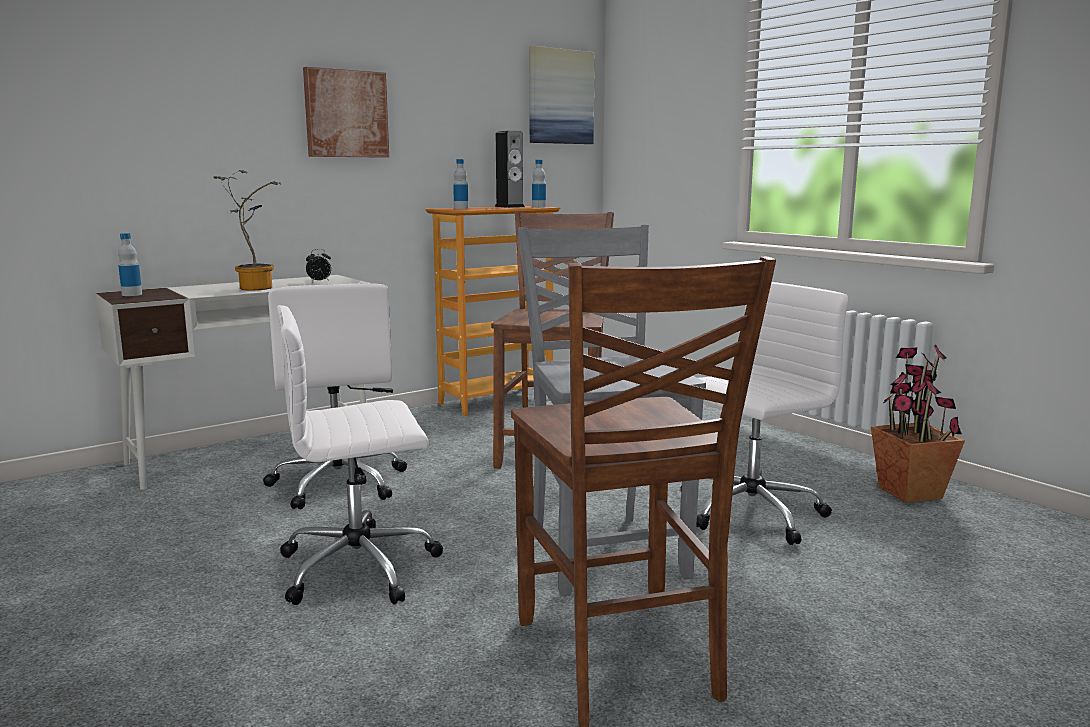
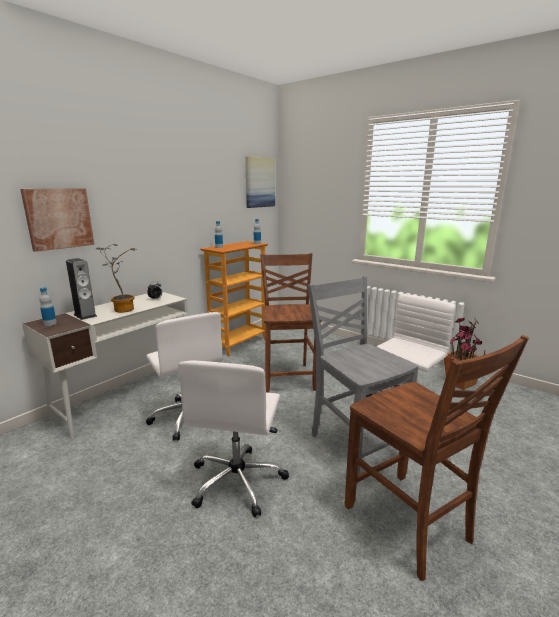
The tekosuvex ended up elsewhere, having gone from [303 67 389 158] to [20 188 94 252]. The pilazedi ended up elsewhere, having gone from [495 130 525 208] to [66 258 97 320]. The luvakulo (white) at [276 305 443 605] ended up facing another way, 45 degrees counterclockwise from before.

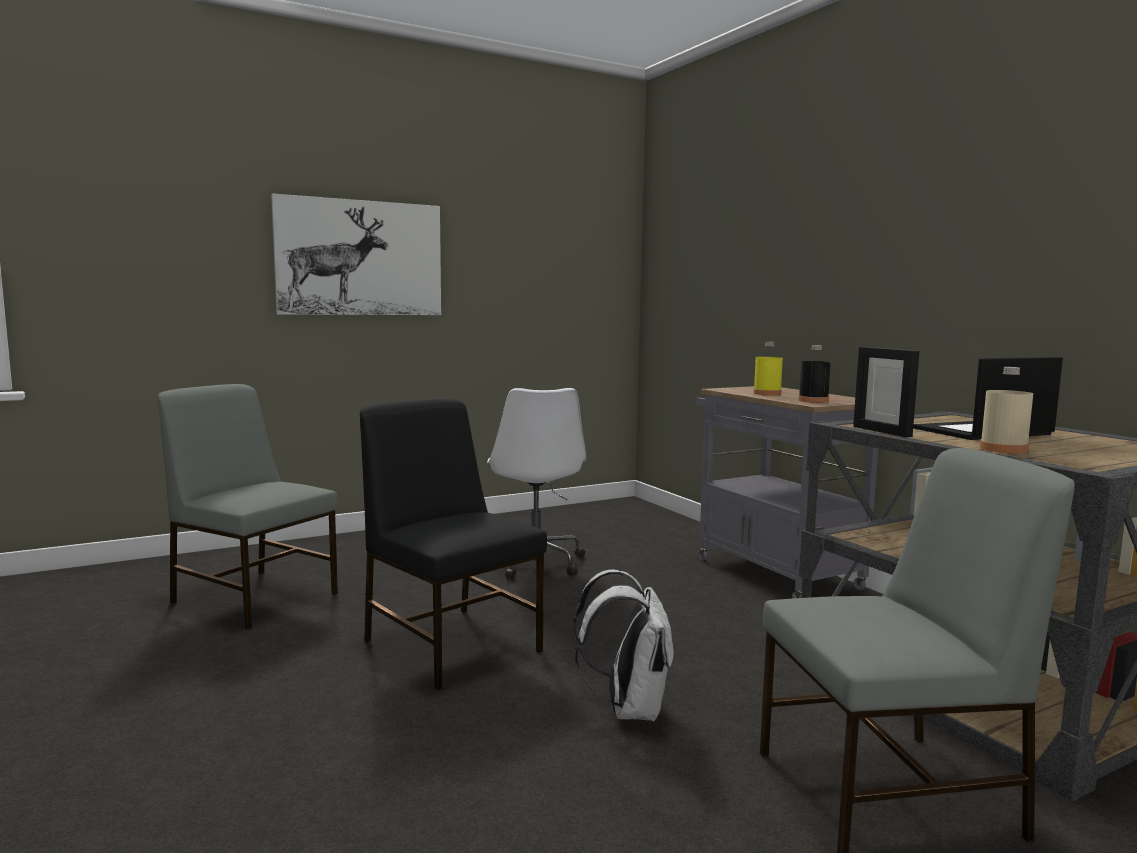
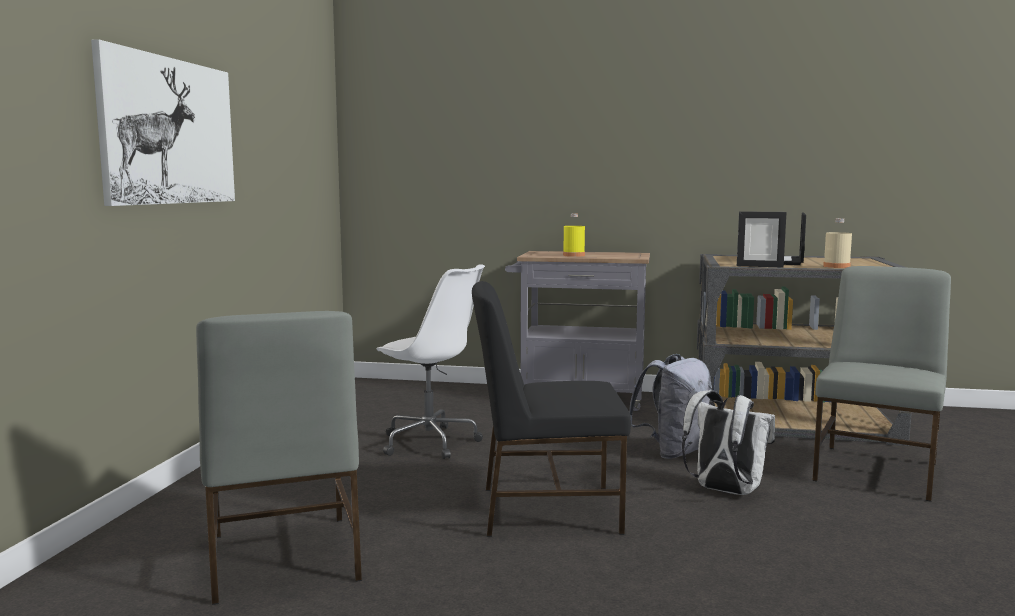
The second view lost the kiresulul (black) at [798 345 831 403]. The second view gained the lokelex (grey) at [629 354 712 459]. The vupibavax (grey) at [158 384 338 630] ended up facing another way, 90 degrees counterclockwise from before.

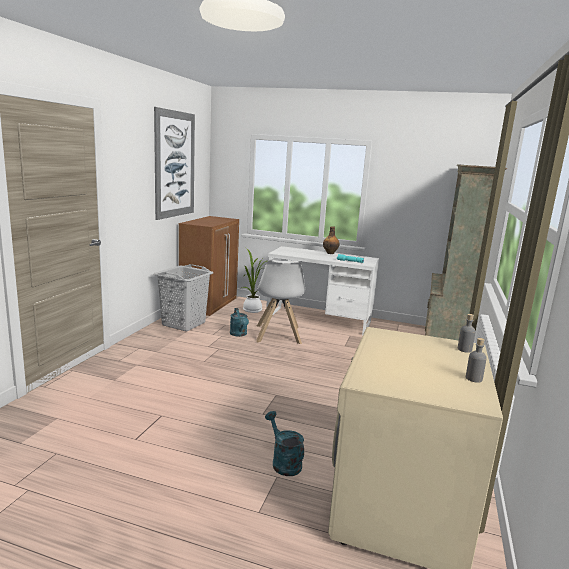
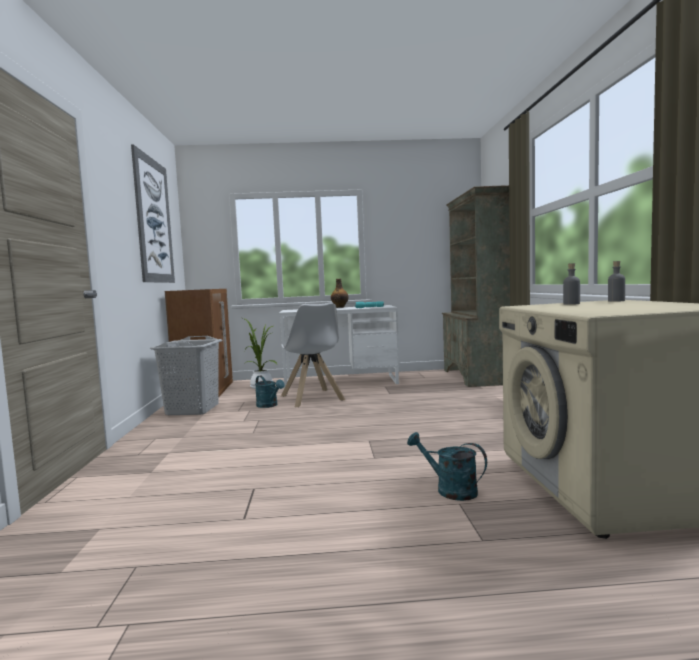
The kiresulul (grey) ended up elsewhere, having gone from [466 338 487 383] to [563 263 580 305].

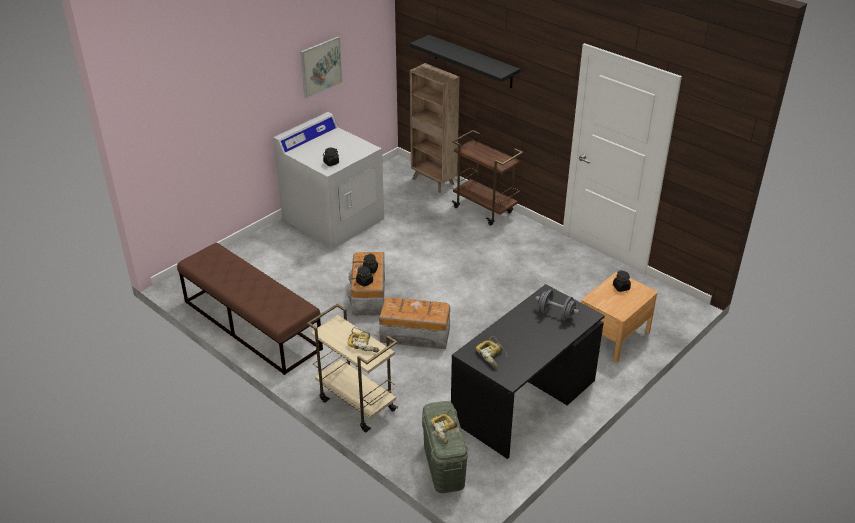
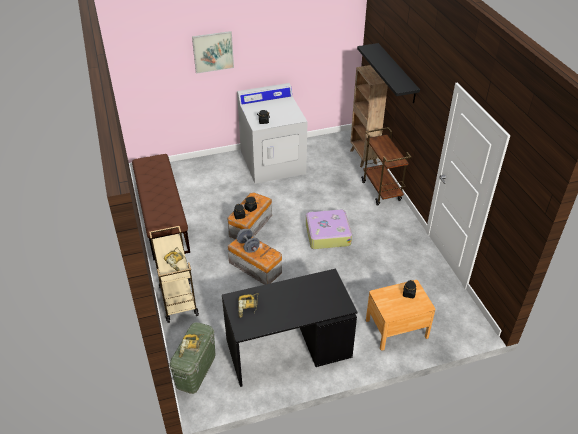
The second view gained the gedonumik at [306 209 352 249]. The tekosuvex ended up elsewhere, having gone from [300 36 343 98] to [192 31 234 74]. The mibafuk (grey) ended up elsewhere, having gone from [536 290 579 321] to [237 229 260 253].

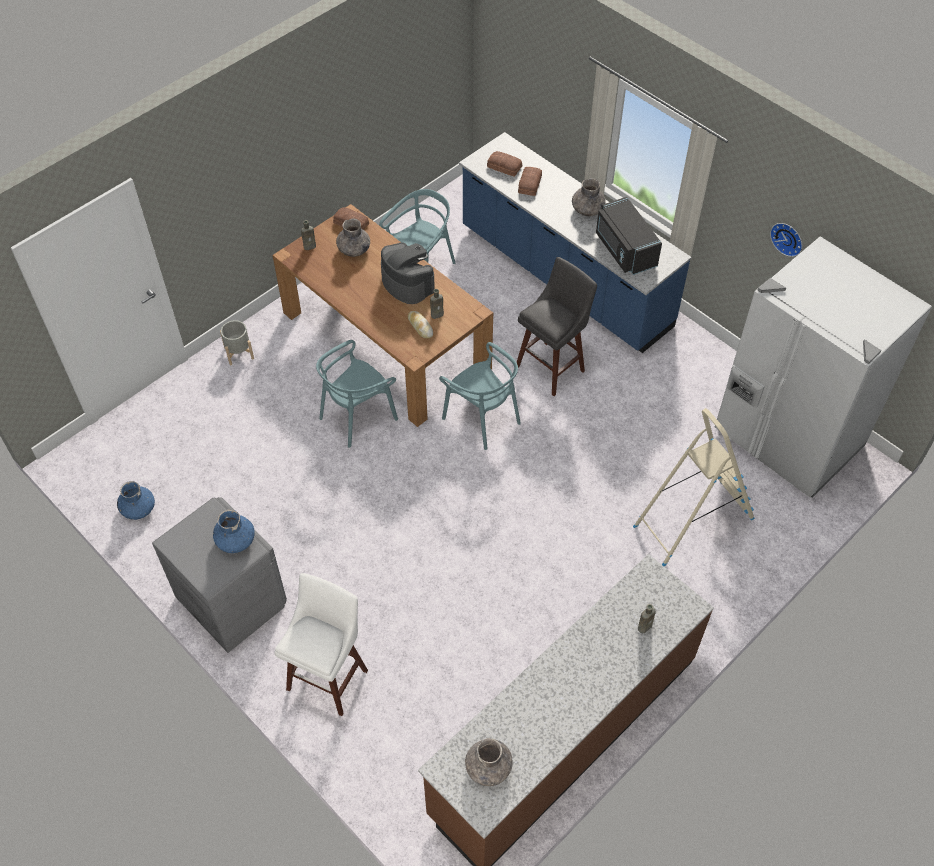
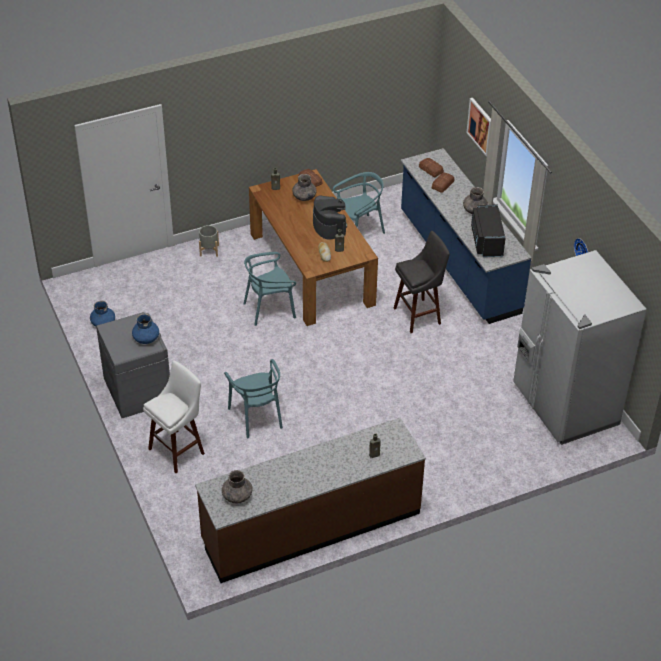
The second view lost the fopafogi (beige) at [633 408 754 566]. The second view gained the tekosuvex at [467 98 491 157]. The vupibavax (turquoise) ended up elsewhere, having gone from [439 342 521 450] to [224 359 283 438].

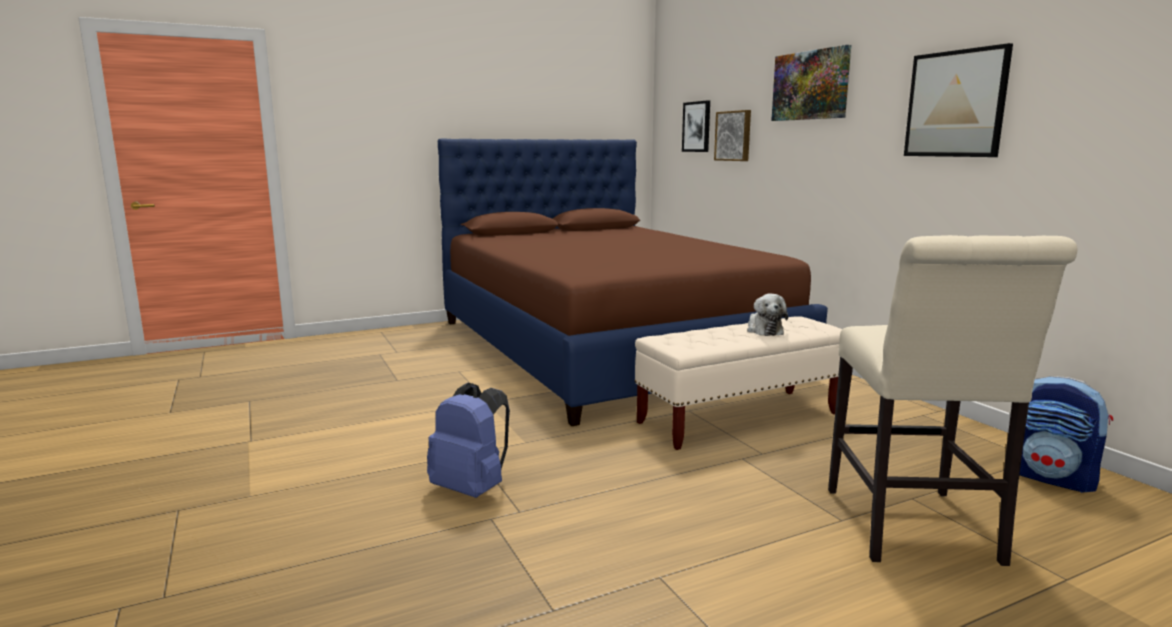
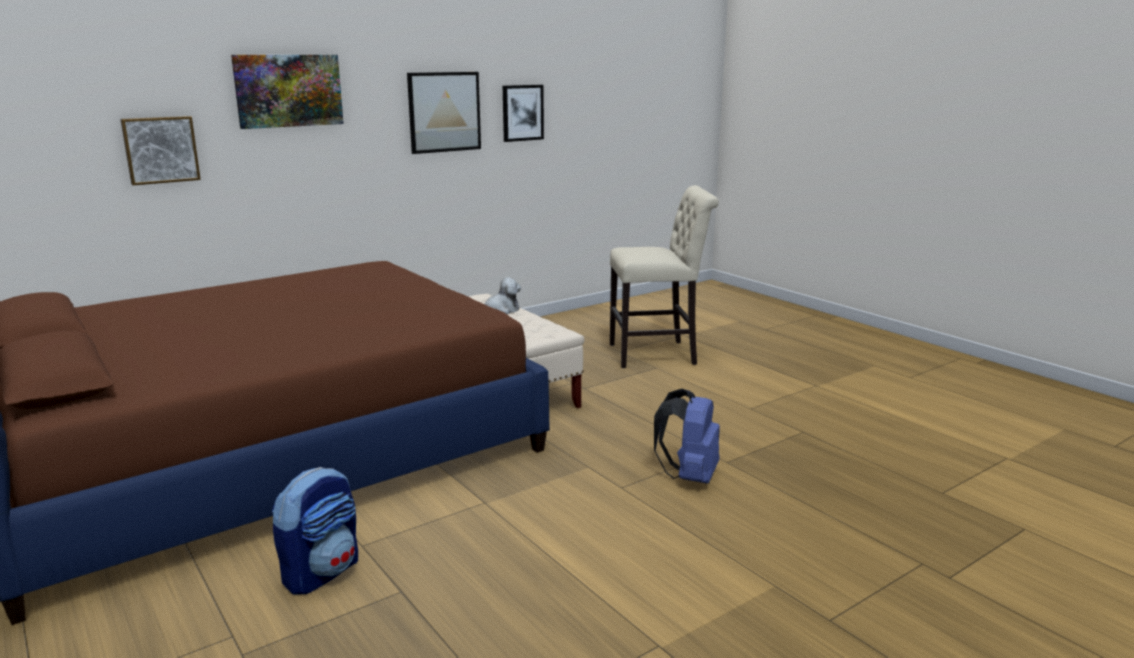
The tekosuvex ended up elsewhere, having gone from [682 100 710 152] to [503 85 544 142]. The lokelex ended up elsewhere, having gone from [1019 376 1113 493] to [272 467 358 595].

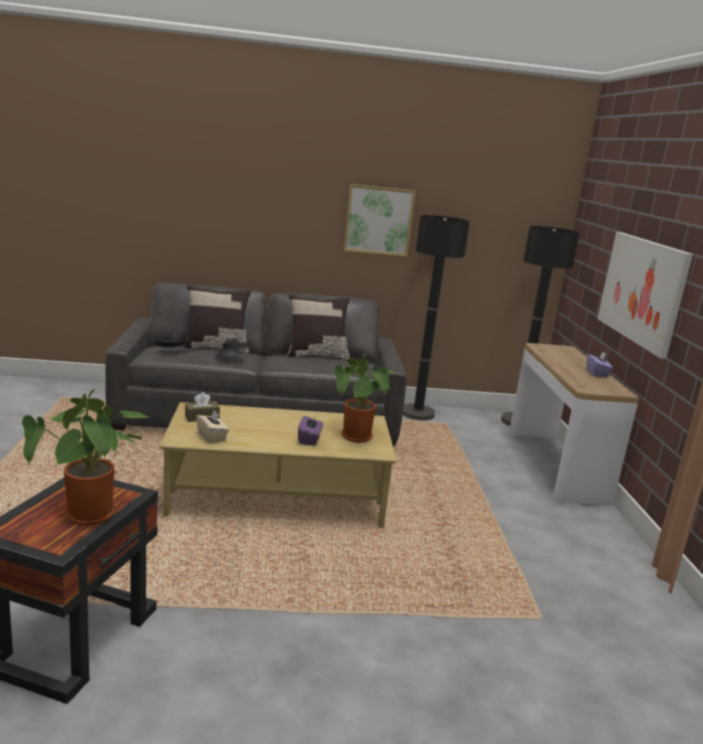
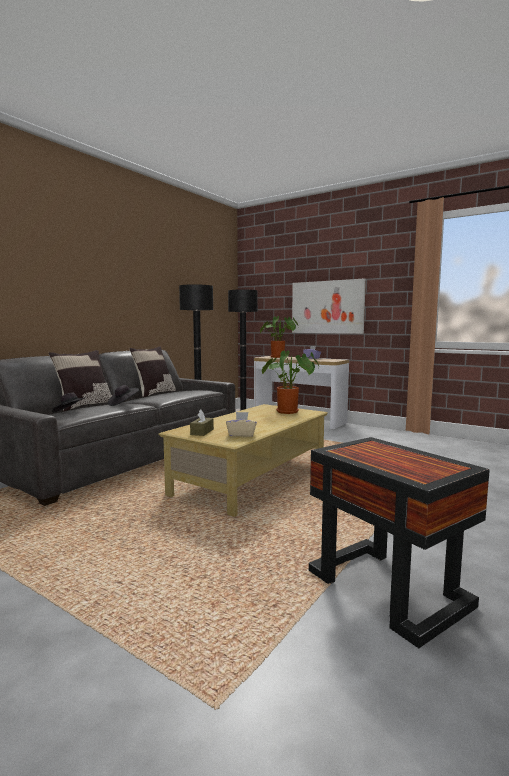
The second view lost the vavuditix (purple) at [298 414 323 446]. The second view lost the tekosuvex at [344 184 416 257]. The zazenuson ended up elsewhere, having gone from [22 389 148 526] to [260 316 298 358].

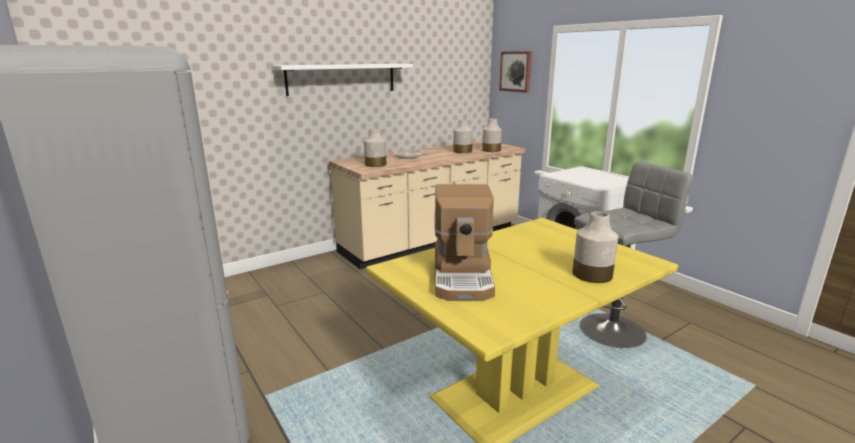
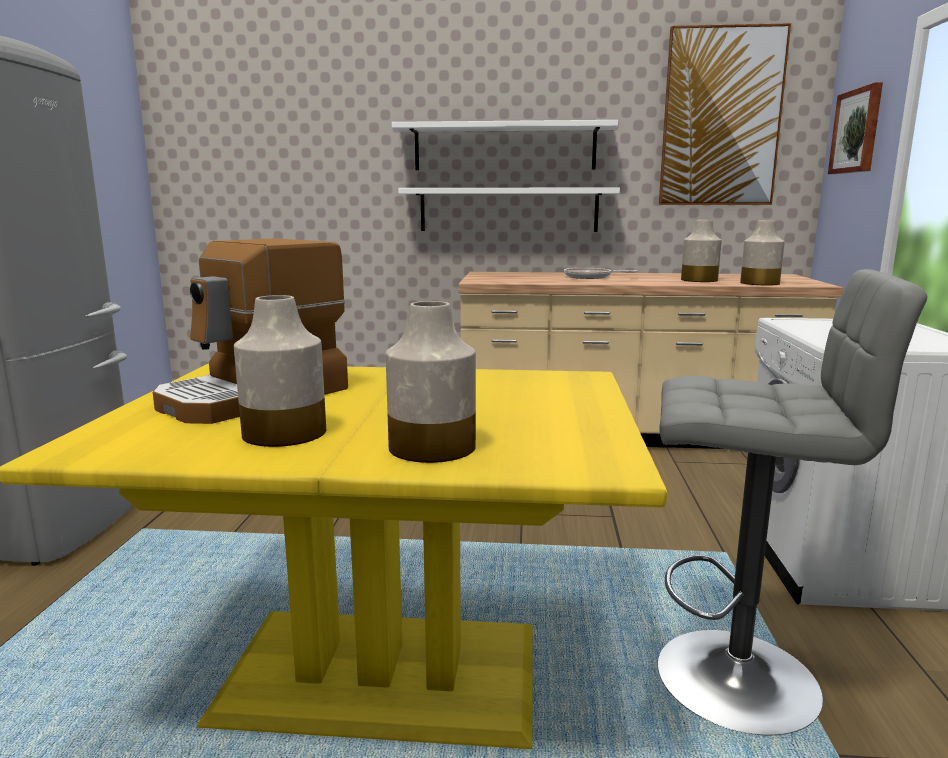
The second view gained the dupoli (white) at [398 187 620 232]. The second view gained the tekosuvex at [659 23 791 205]. The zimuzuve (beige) ended up elsewhere, having gone from [364 128 387 167] to [234 295 326 447].

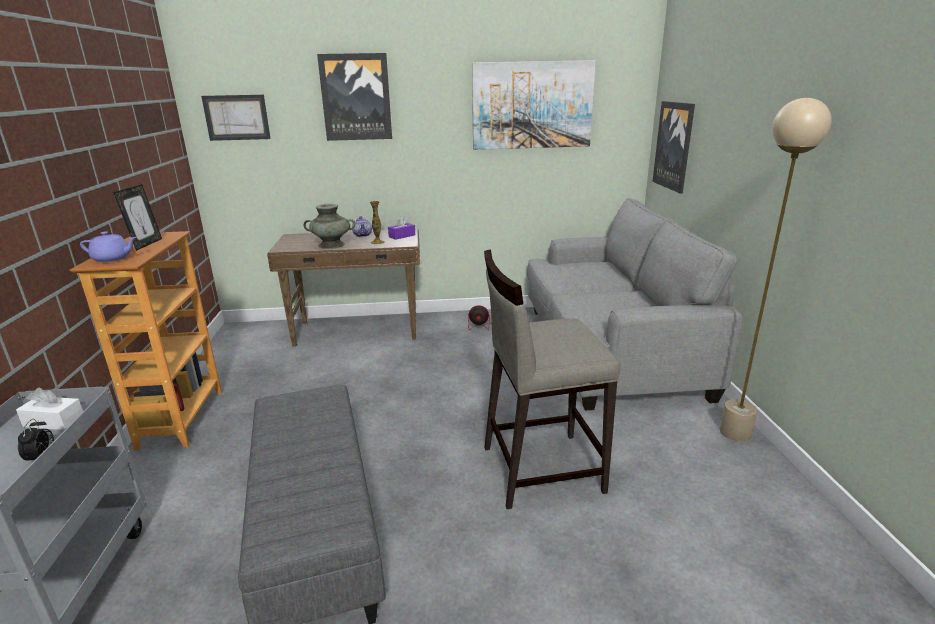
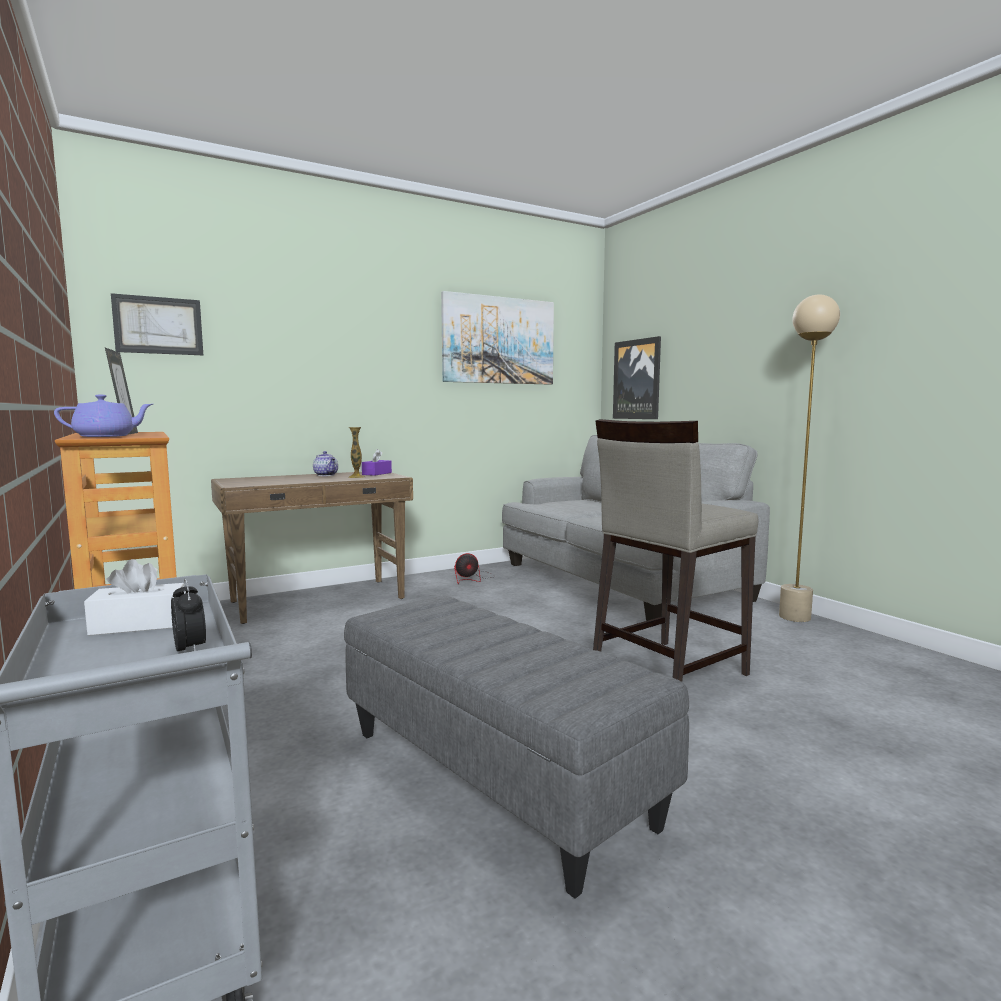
The second view lost the zimuzuve (turquoise) at [304 204 356 249]. The second view lost the tekosuvex at [317 53 392 141].

